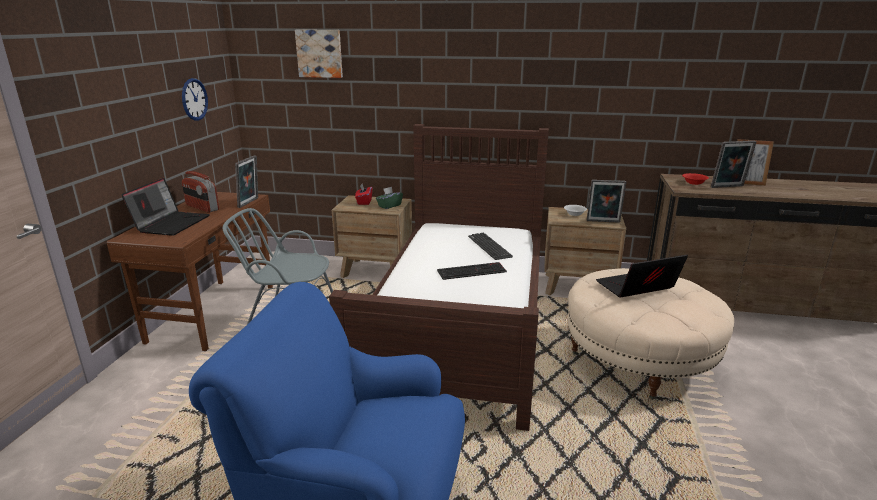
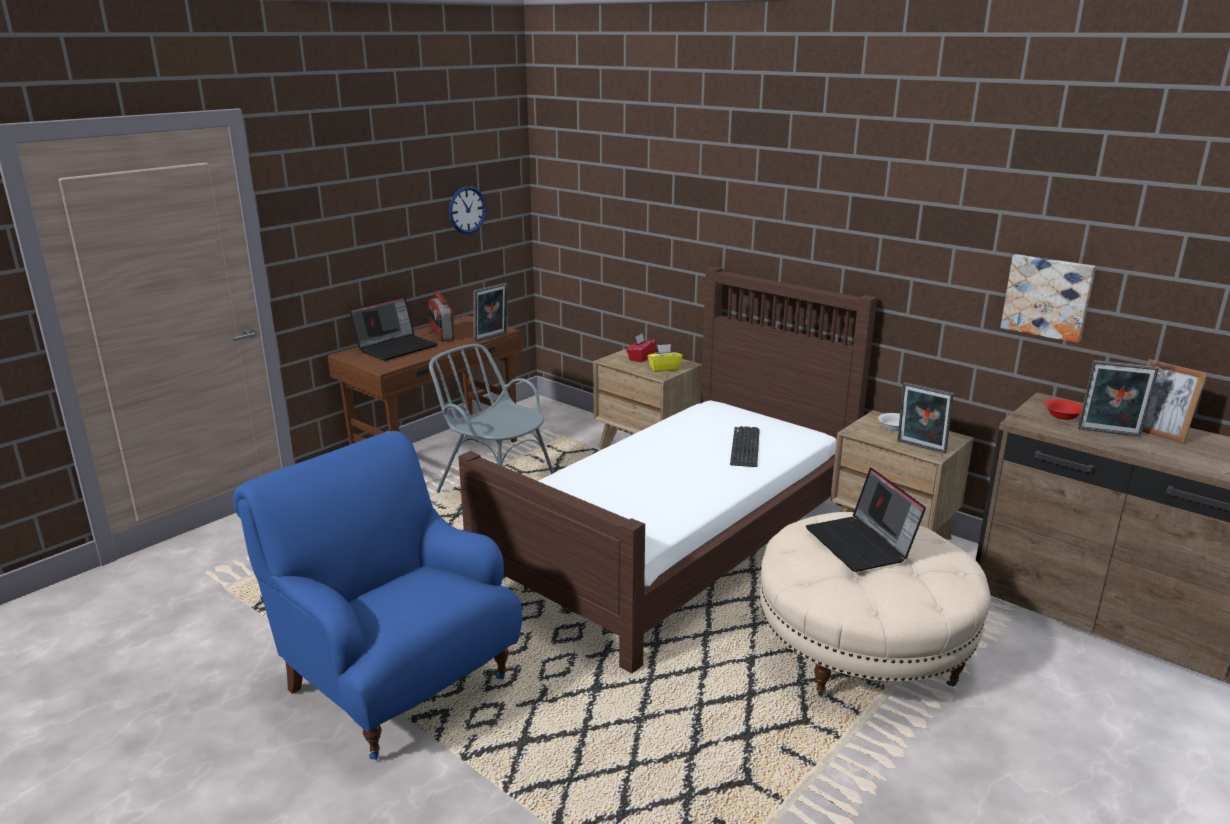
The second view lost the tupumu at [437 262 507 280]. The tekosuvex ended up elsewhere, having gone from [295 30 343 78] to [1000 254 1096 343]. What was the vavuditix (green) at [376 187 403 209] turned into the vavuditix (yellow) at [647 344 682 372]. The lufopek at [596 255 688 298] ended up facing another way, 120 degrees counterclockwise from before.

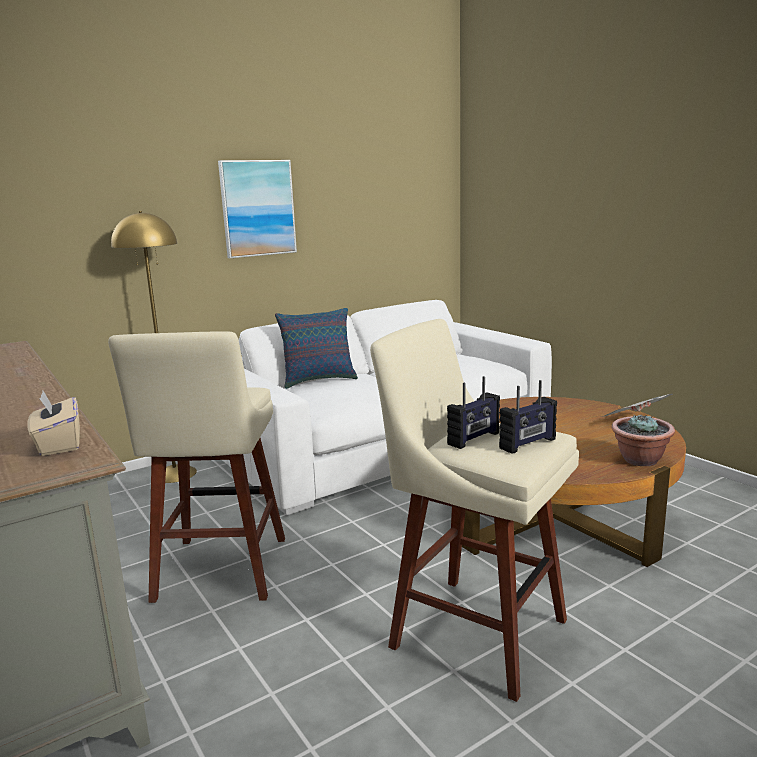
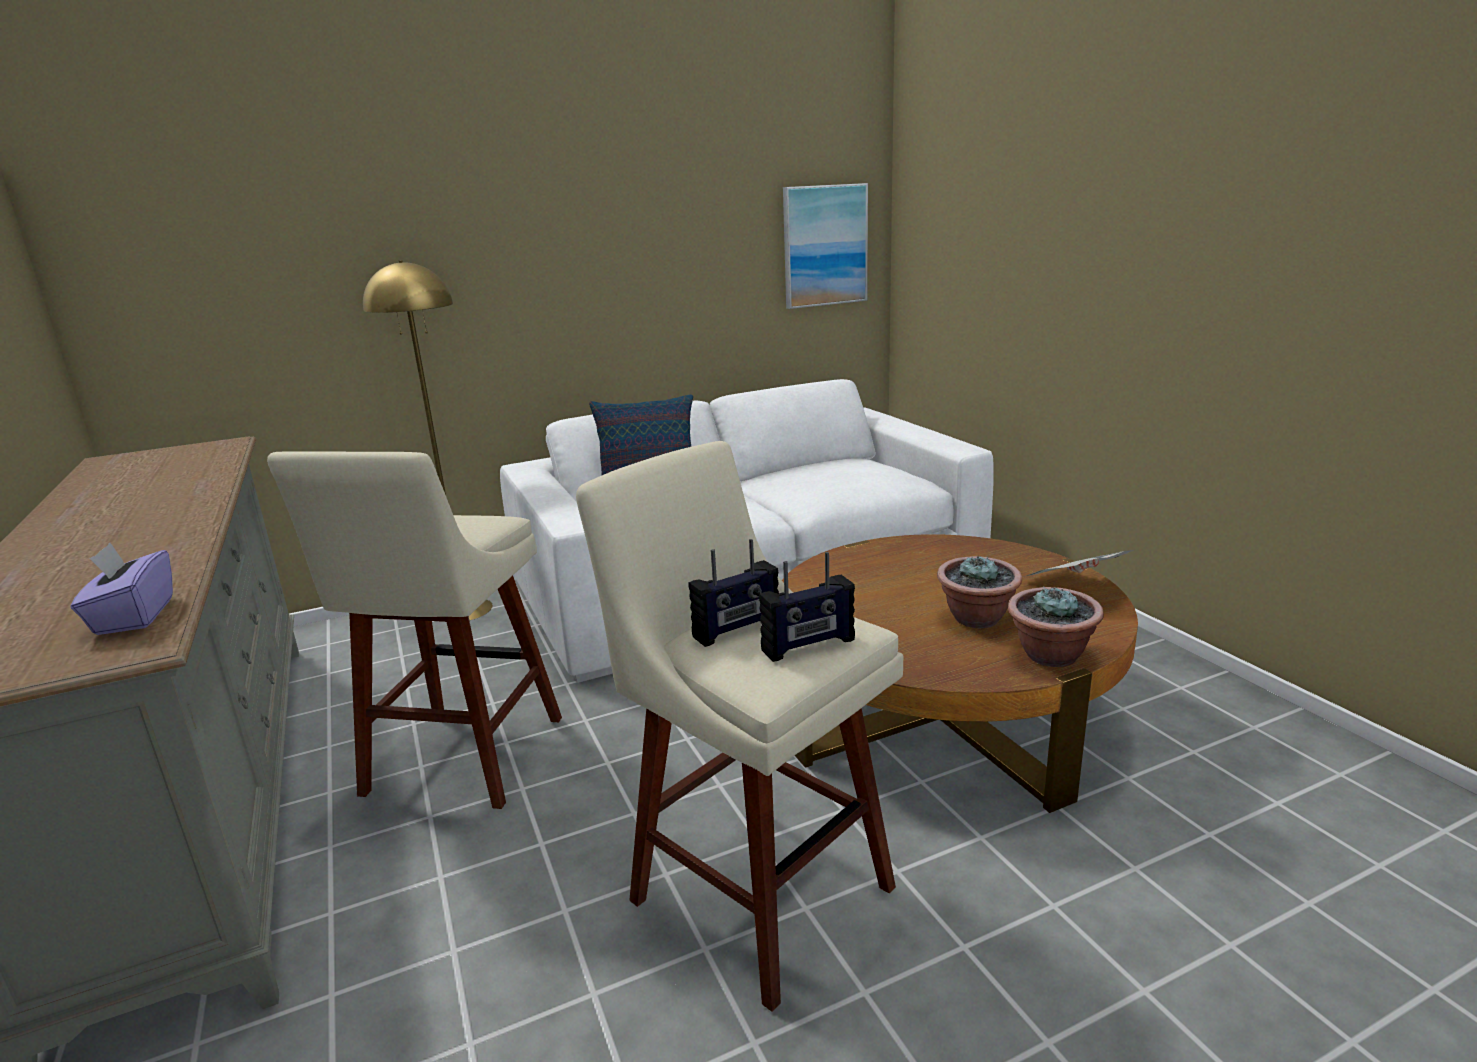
The second view gained the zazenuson at [937 555 1022 628]. The tekosuvex ended up elsewhere, having gone from [218 160 297 258] to [783 183 868 309]. What was the vavuditix (beige) at [27 391 80 456] turned into the vavuditix (purple) at [70 543 173 635].

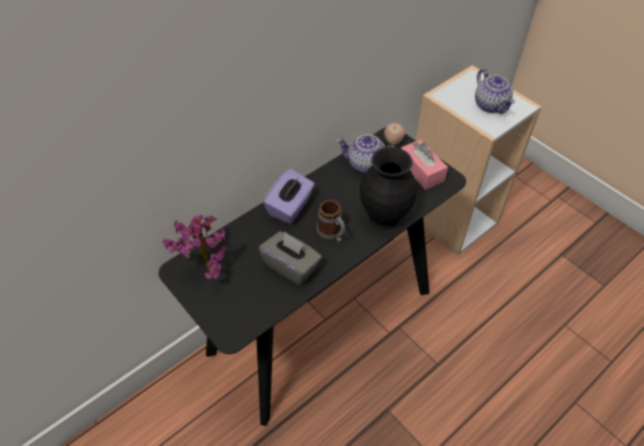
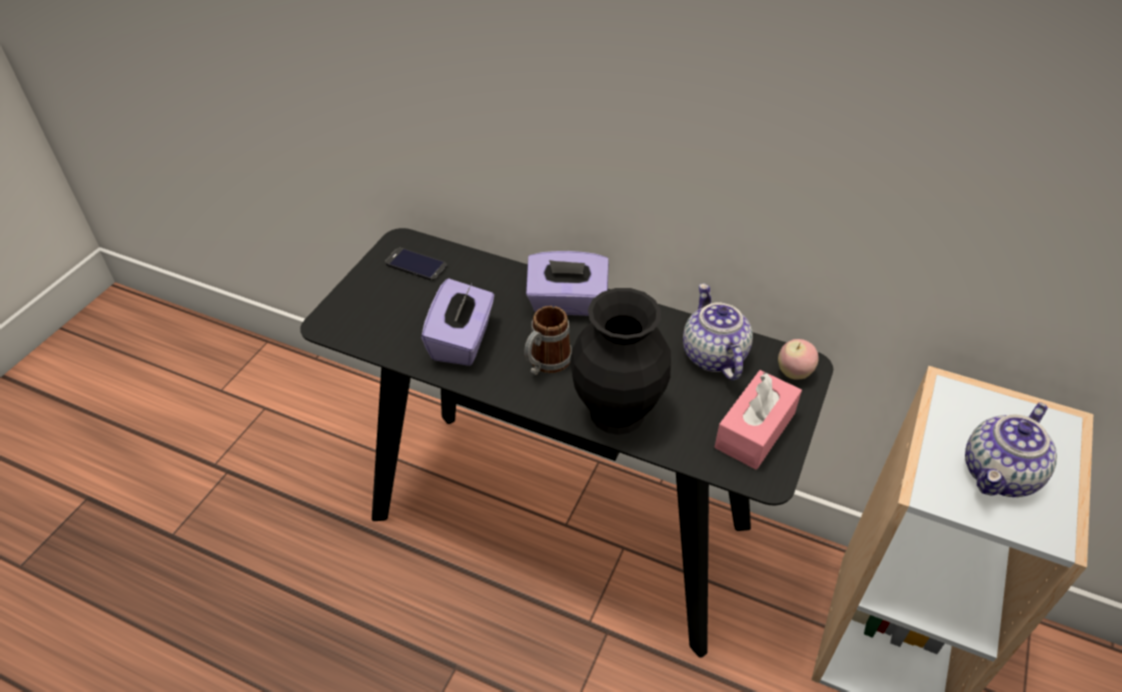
Where the zazenuson stood at [163 215 229 279], the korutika came to stand at [385 248 447 281]. What was the vavuditix (grey) at [259 231 322 286] turned into the vavuditix (purple) at [421 278 494 366].

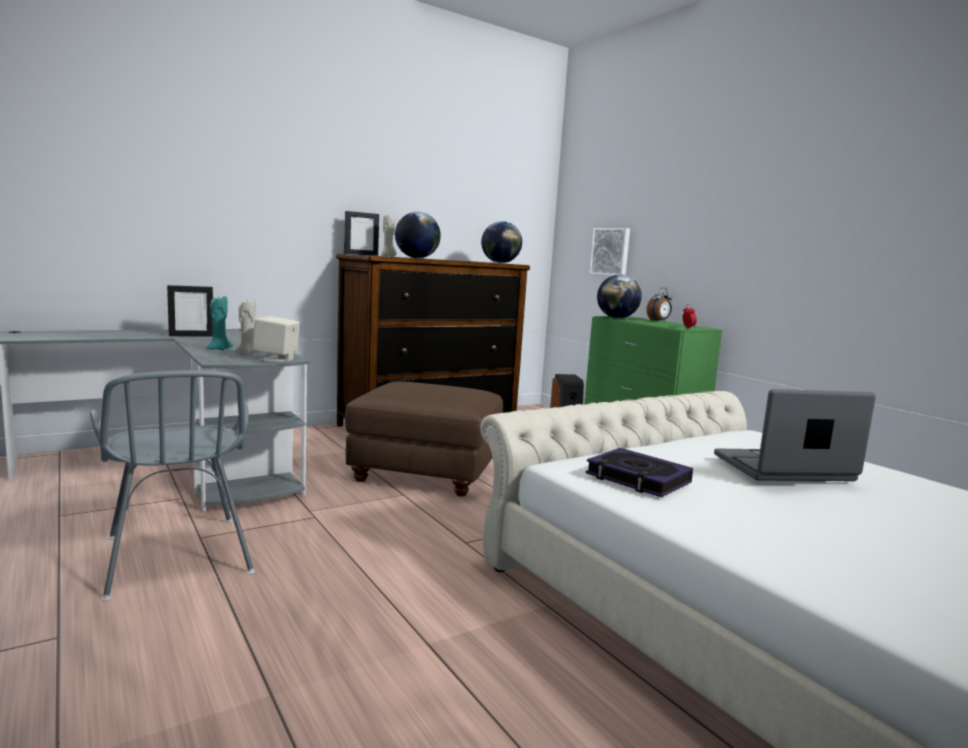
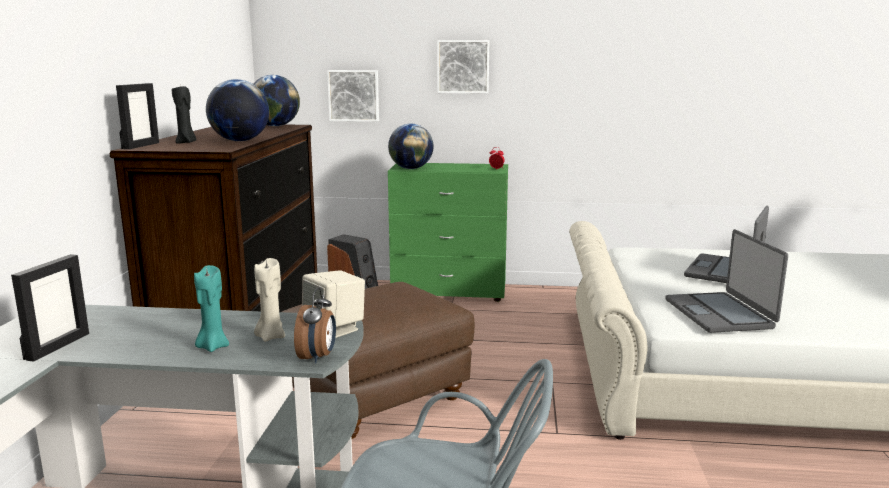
The second view gained the tekosuvex at [437 40 489 93]. The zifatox ended up elsewhere, having gone from [647 288 672 322] to [294 287 336 364]. Where the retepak stood at [586 448 693 497], the lufopek came to stand at [665 229 788 333]. What was the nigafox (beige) at [381 215 397 256] turned into the nigafox (black) at [172 86 197 144].

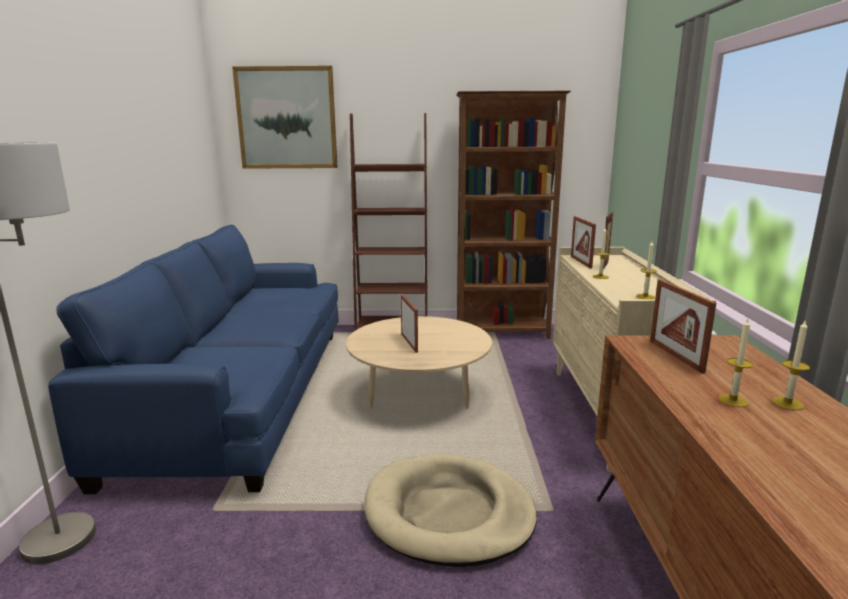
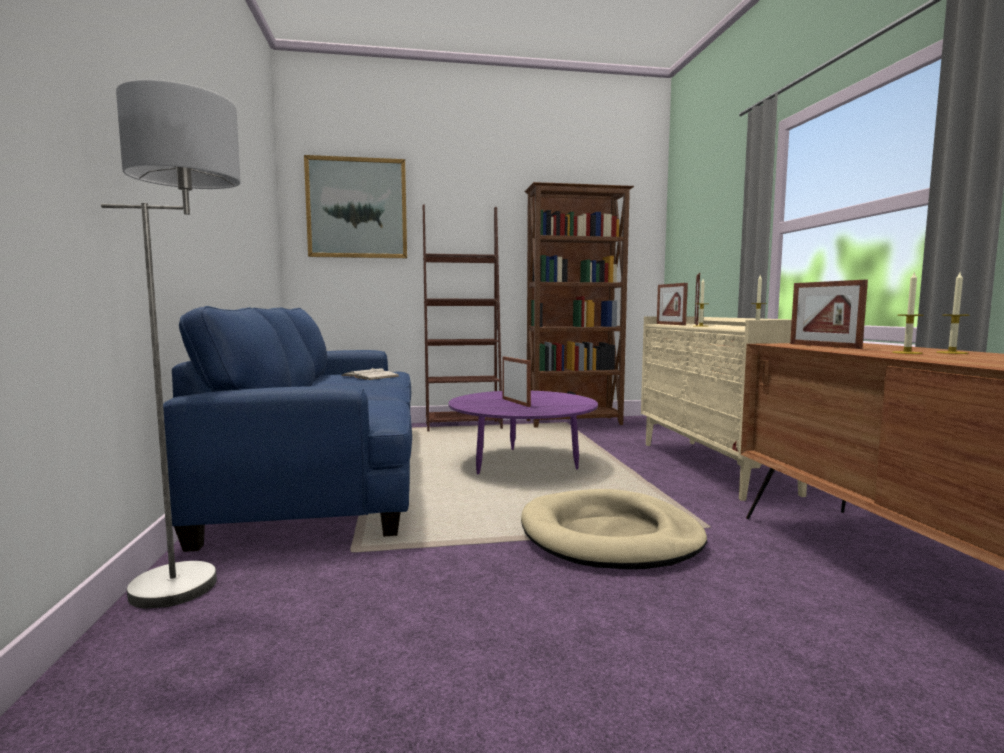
The second view gained the retepak (white) at [341 368 399 380]. What was the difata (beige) at [346 316 492 409] turned into the difata (purple) at [448 391 598 474].

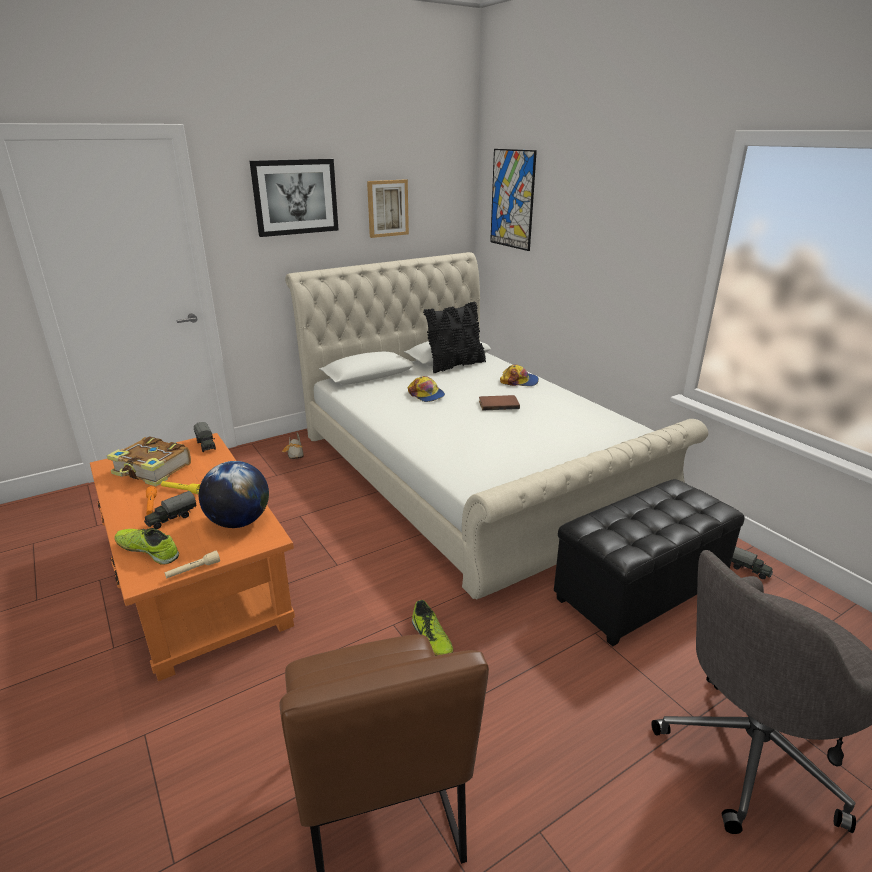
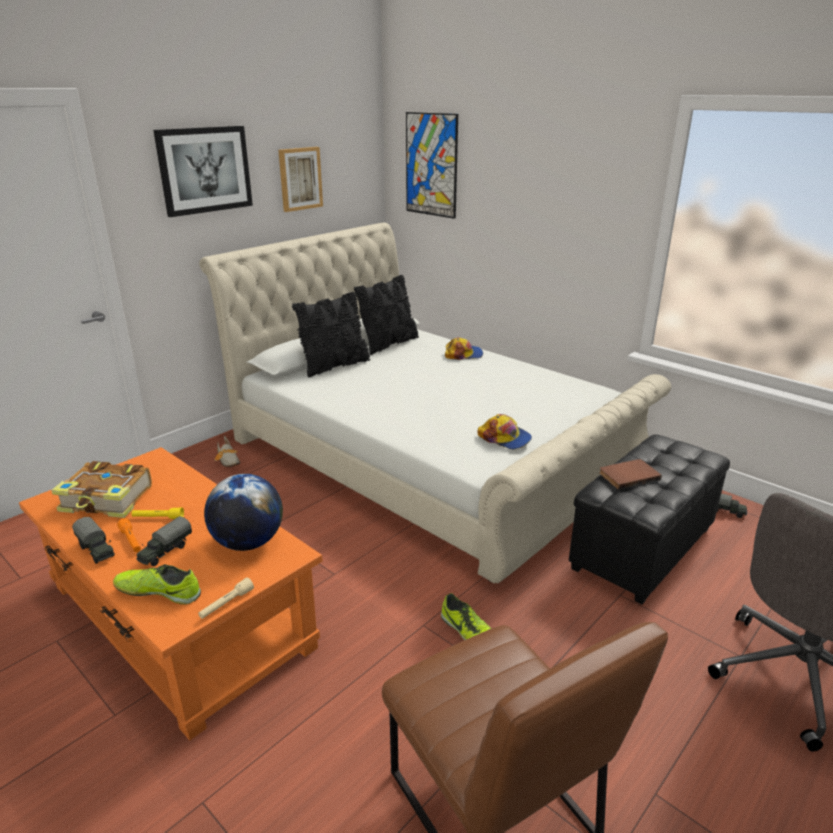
The second view gained the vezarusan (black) at [292 292 370 378]. The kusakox ended up elsewhere, having gone from [194 422 216 452] to [72 517 115 564]. The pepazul ended up elsewhere, having gone from [408 376 445 402] to [477 414 532 449]. The retepak (brown) ended up elsewhere, having gone from [479 395 520 410] to [599 459 662 490].

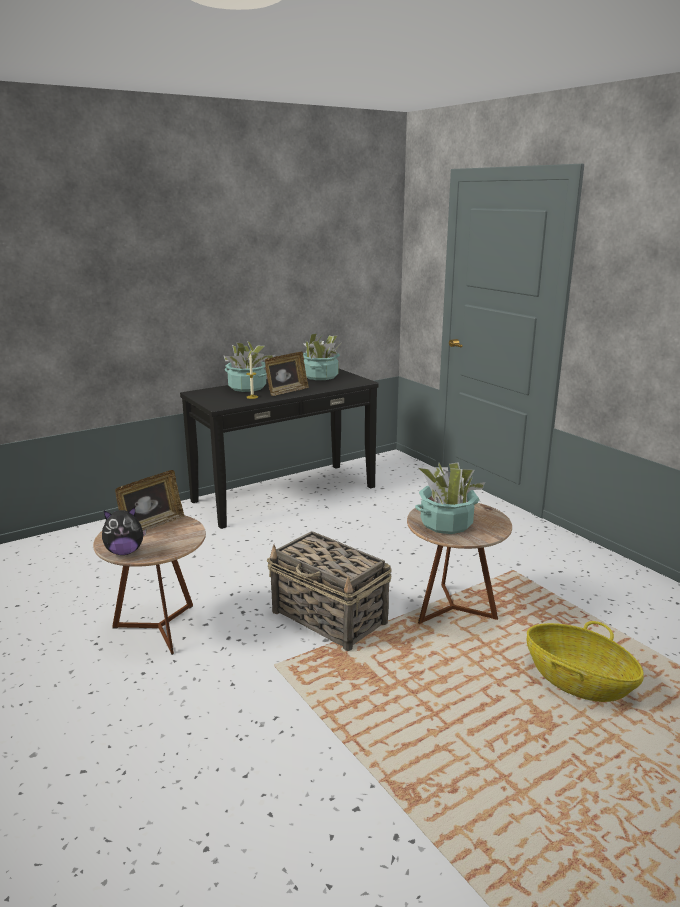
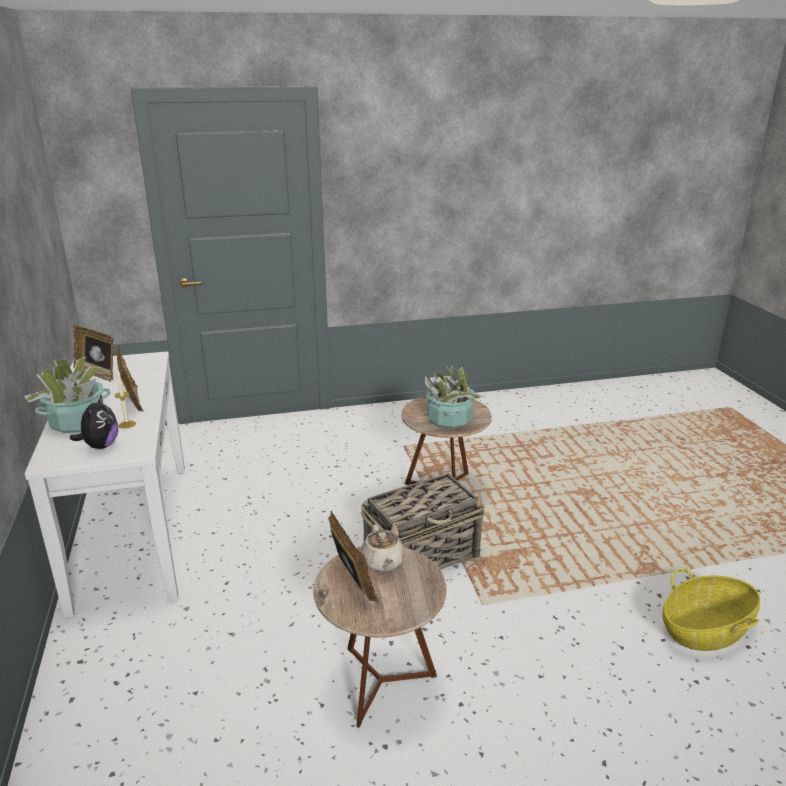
The second view gained the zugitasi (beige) at [361 524 405 572]. The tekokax ended up elsewhere, having gone from [102 507 147 555] to [70 395 118 449]. The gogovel ended up elsewhere, having gone from [527 621 644 702] to [662 569 760 651]. Where the zazenuson stood at [303 333 343 380], the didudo came to stand at [73 326 113 382]. What was the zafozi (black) at [180 368 379 529] turned into the zafozi (white) at [25 351 185 618].

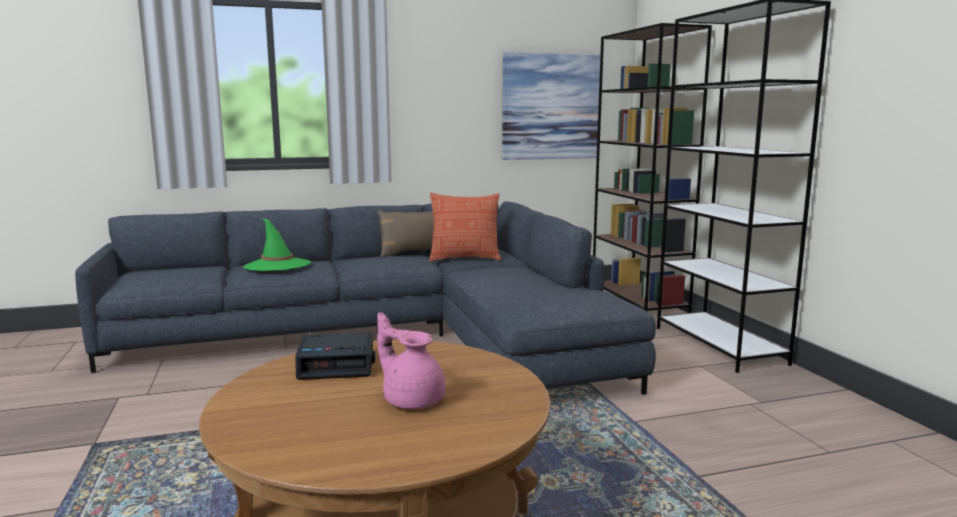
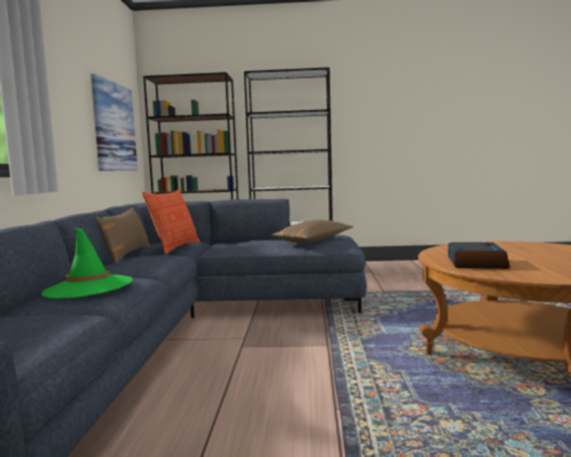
The second view lost the zugitasi (pink) at [377 312 446 409]. The second view gained the vezarusan (brown) at [272 220 353 243].

